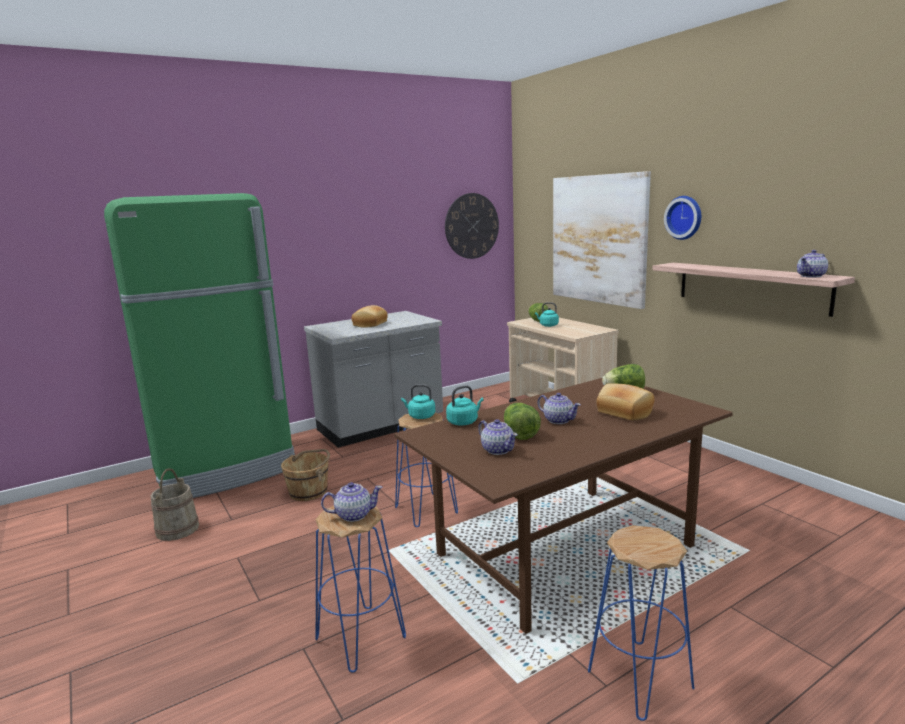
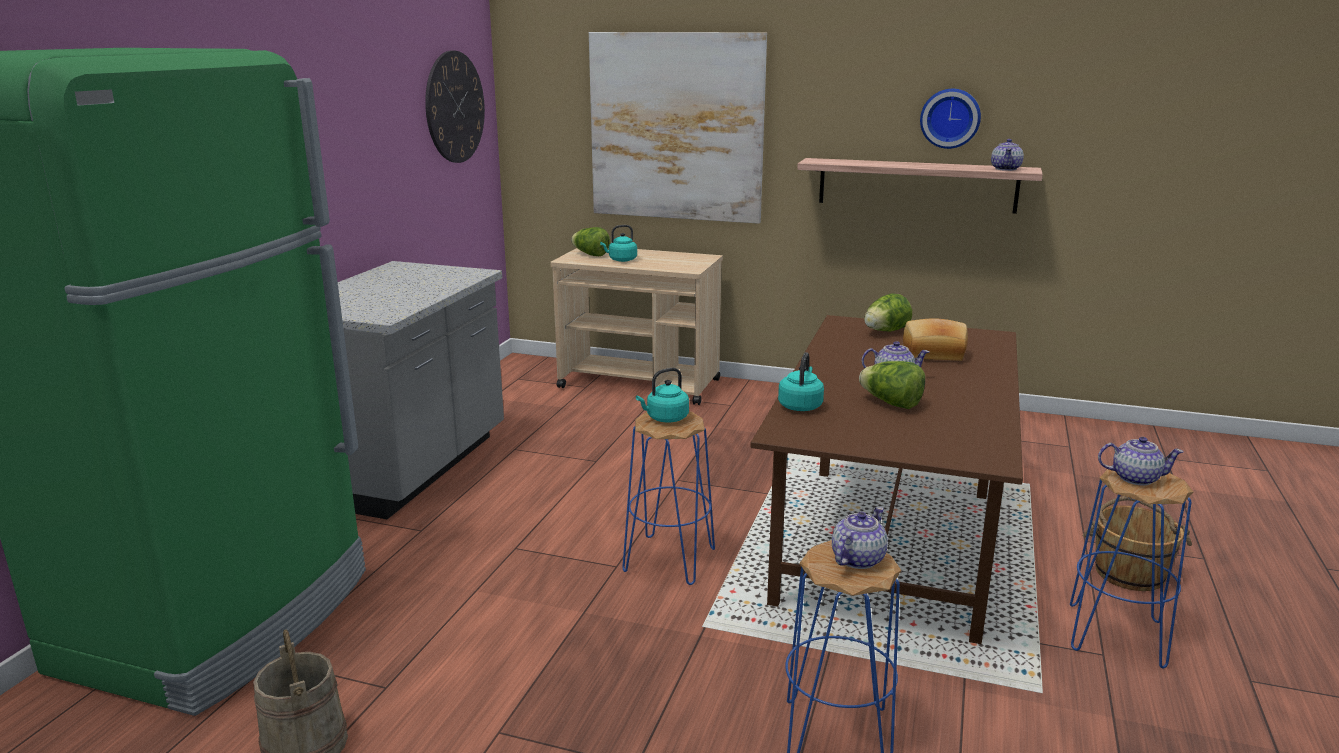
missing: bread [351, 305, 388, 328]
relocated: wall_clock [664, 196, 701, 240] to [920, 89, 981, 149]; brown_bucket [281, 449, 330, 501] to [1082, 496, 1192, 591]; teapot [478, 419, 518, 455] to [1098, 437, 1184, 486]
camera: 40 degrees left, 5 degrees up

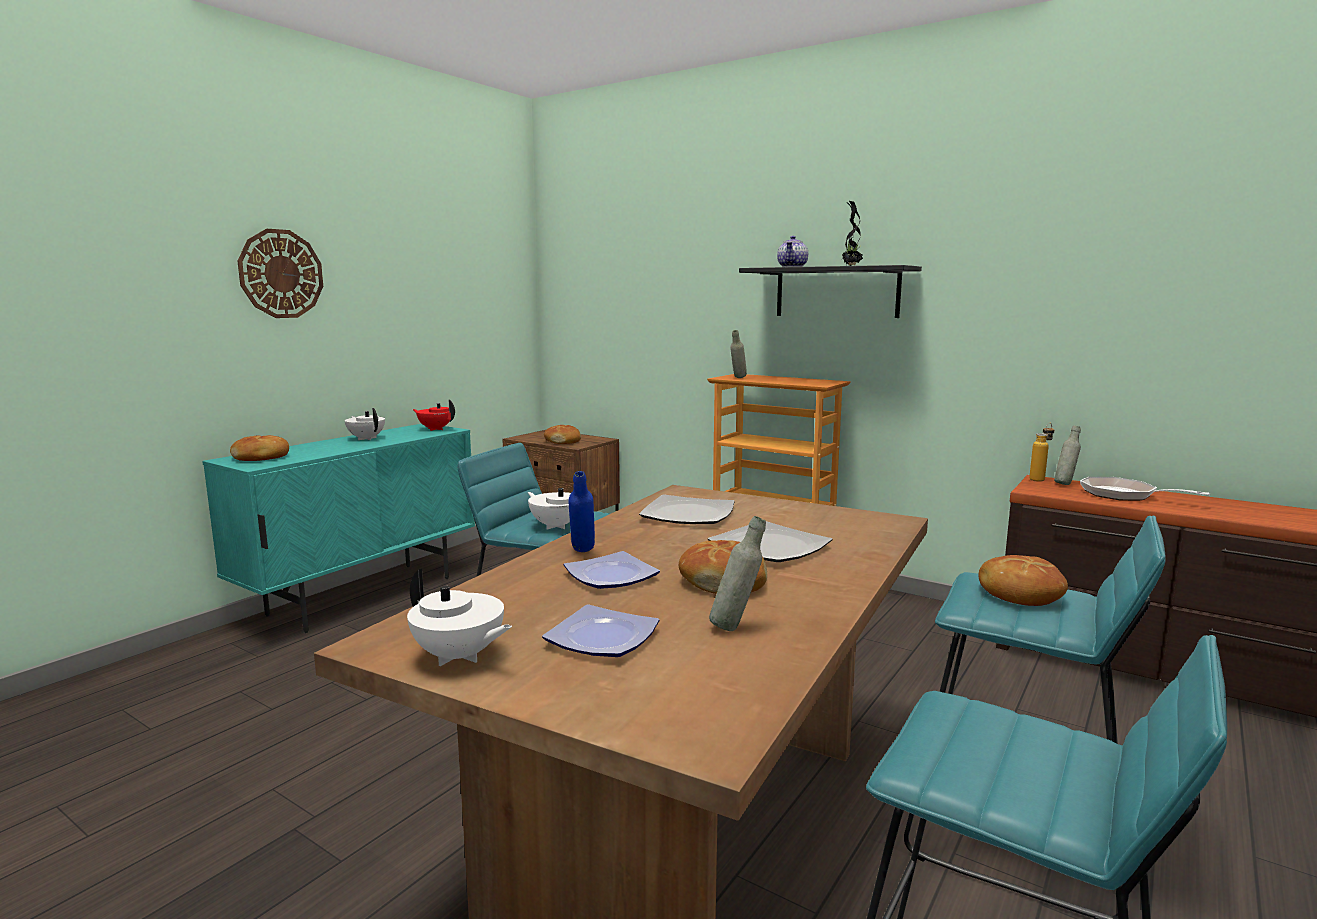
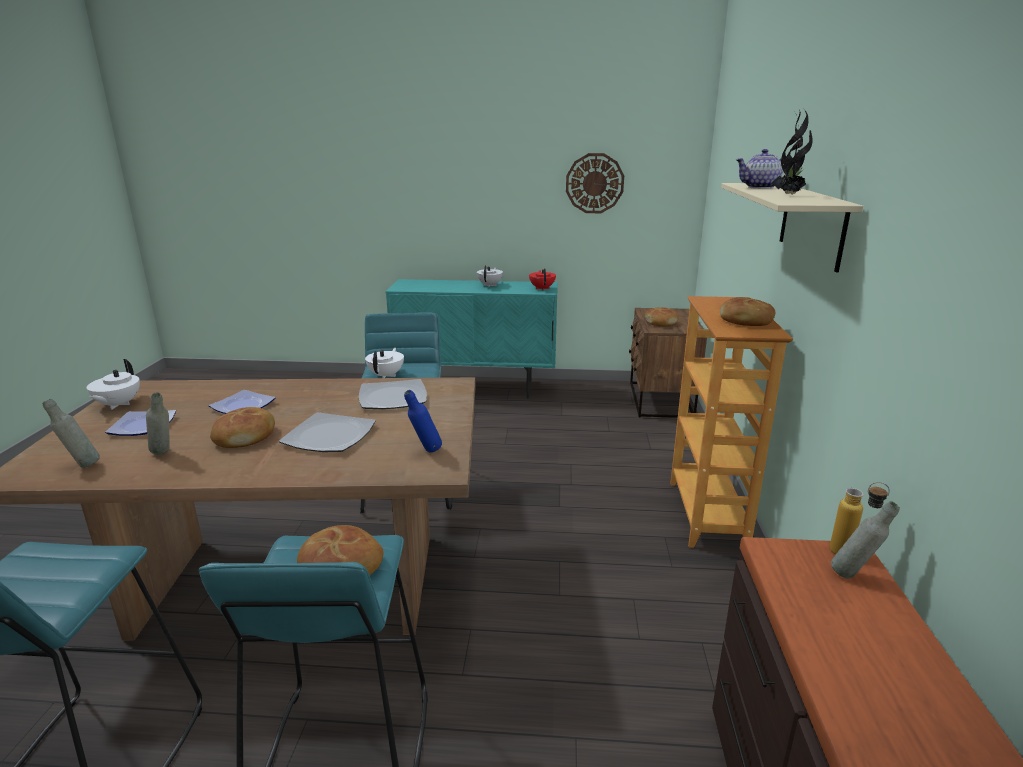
missing: frying_pan [1080, 477, 1210, 501]
relocated: grey_bottle [730, 330, 747, 378] to [42, 399, 100, 468]; blue_bottle [568, 471, 595, 552] to [404, 390, 442, 452]; wall_clock [238, 229, 323, 318] to [566, 153, 624, 213]; bread [230, 435, 289, 461] to [720, 297, 775, 326]
colour: black_shelf [739, 265, 922, 318] to beige_shelf [721, 183, 864, 273]
camera: 60 degrees right, 10 degrees up

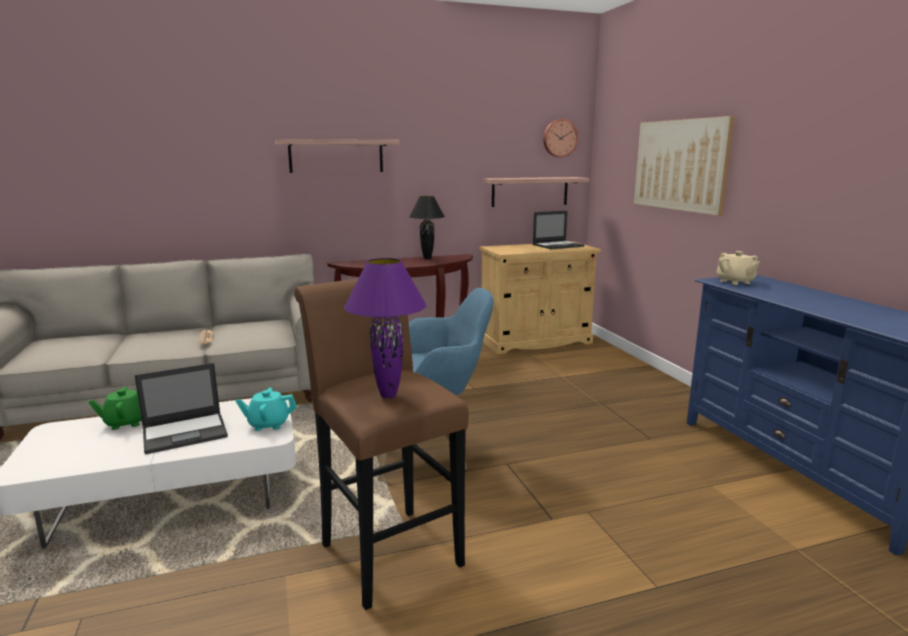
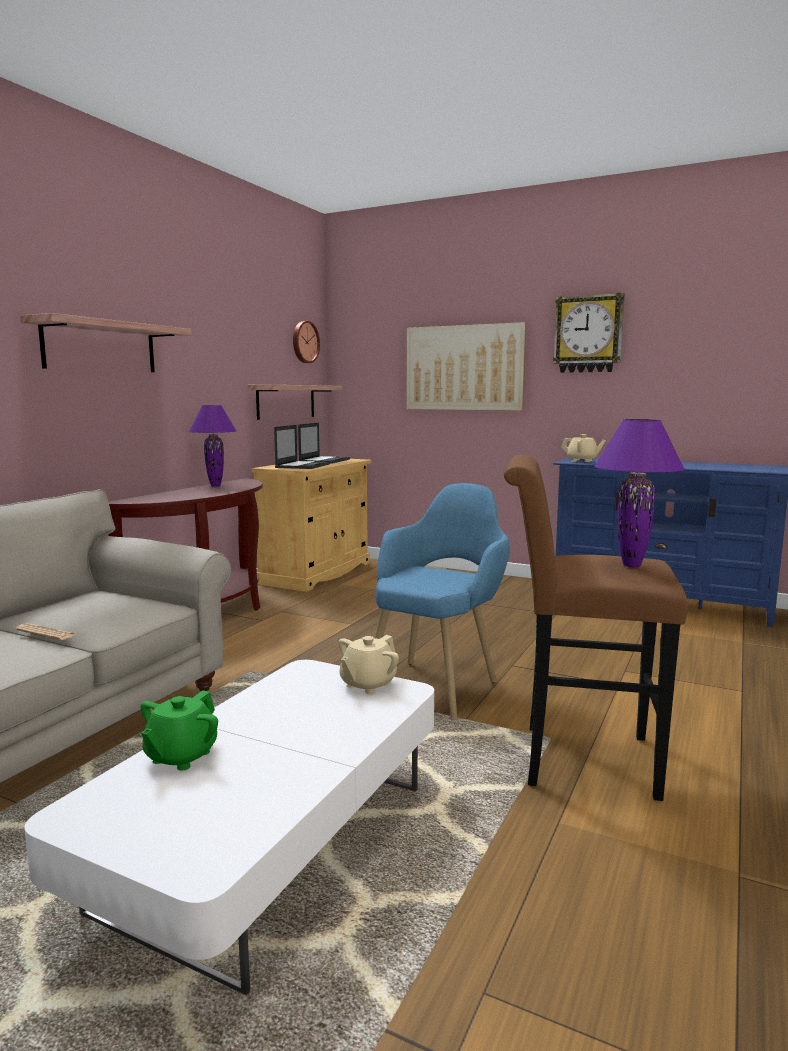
appeared: wall_clock [553, 293, 625, 373]
relocated: laptop [134, 363, 228, 454] to [274, 425, 330, 469]
colour: black_table_lamp [409, 196, 445, 259] to purple_table_lamp [189, 405, 236, 486]; turquoise_teapot [236, 388, 297, 431] to beige_teapot [339, 635, 399, 694]
camera: 45 degrees left, 5 degrees down

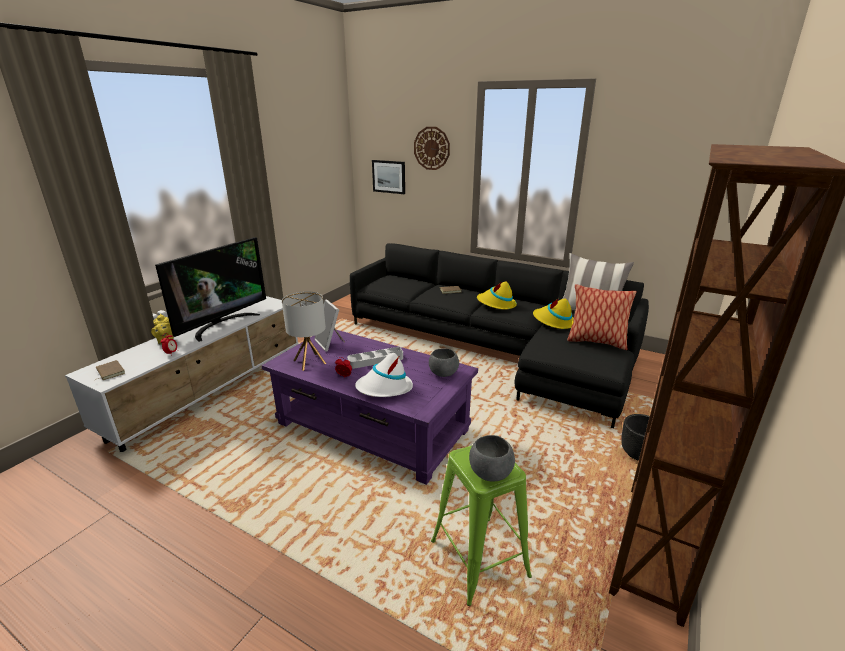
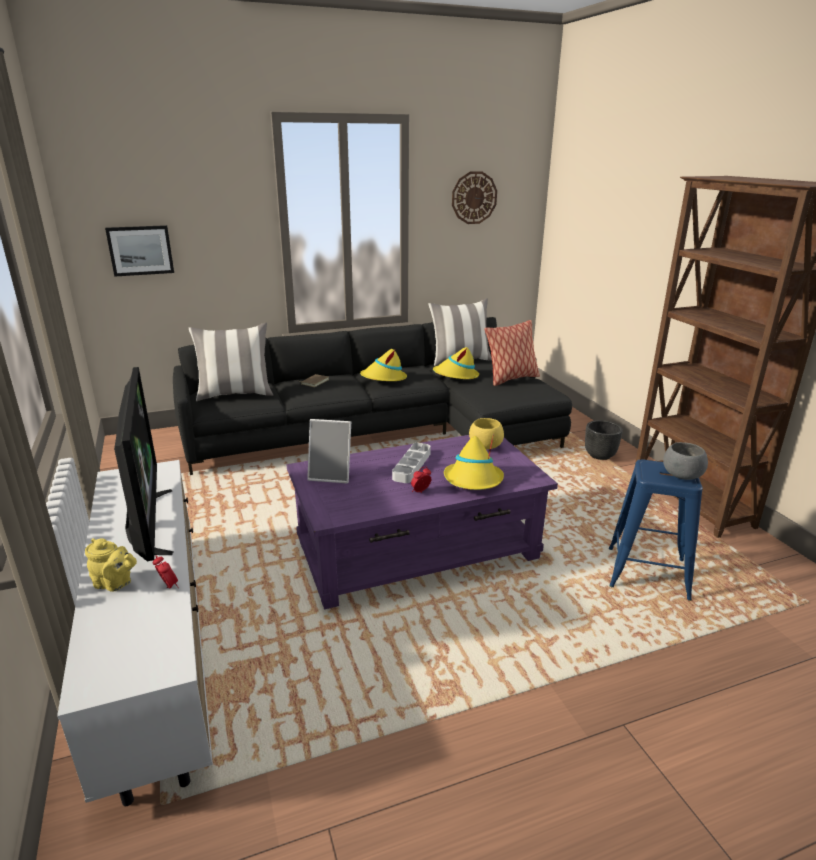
missing: brown_book [95, 360, 125, 380]; table_lamp [282, 291, 326, 371]
appeared: pillow [189, 323, 273, 401]
relocated: wall_clock [414, 127, 450, 170] to [452, 171, 497, 224]
colour: white_hat [355, 353, 413, 397] to yellow_hat [444, 433, 504, 490]; grey_bowl [429, 348, 459, 377] to yellow_bowl [469, 418, 504, 449]; green_stool [431, 446, 532, 606] to blue_stool [609, 460, 703, 601]
camera: 50 degrees left, 0 degrees up

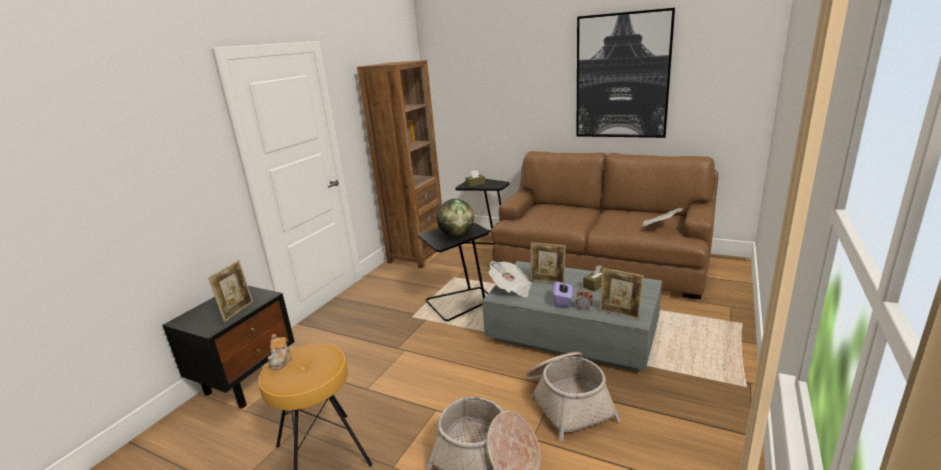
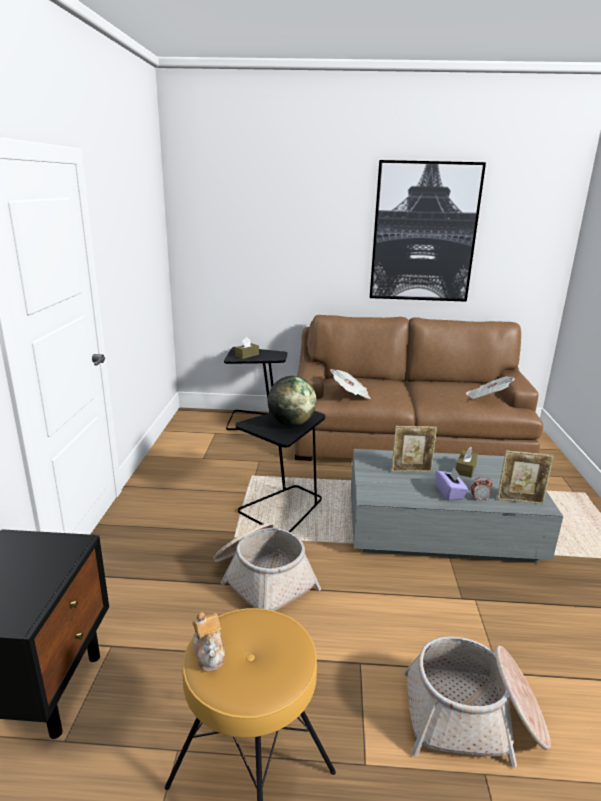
missing: picture_frame [208, 260, 253, 322]; brown_bookcase [357, 60, 442, 268]
relocated: basket [527, 352, 621, 442] to [213, 522, 321, 611]; newspaper [488, 261, 532, 297] to [330, 369, 370, 399]
camera: 25 degrees left, 0 degrees up

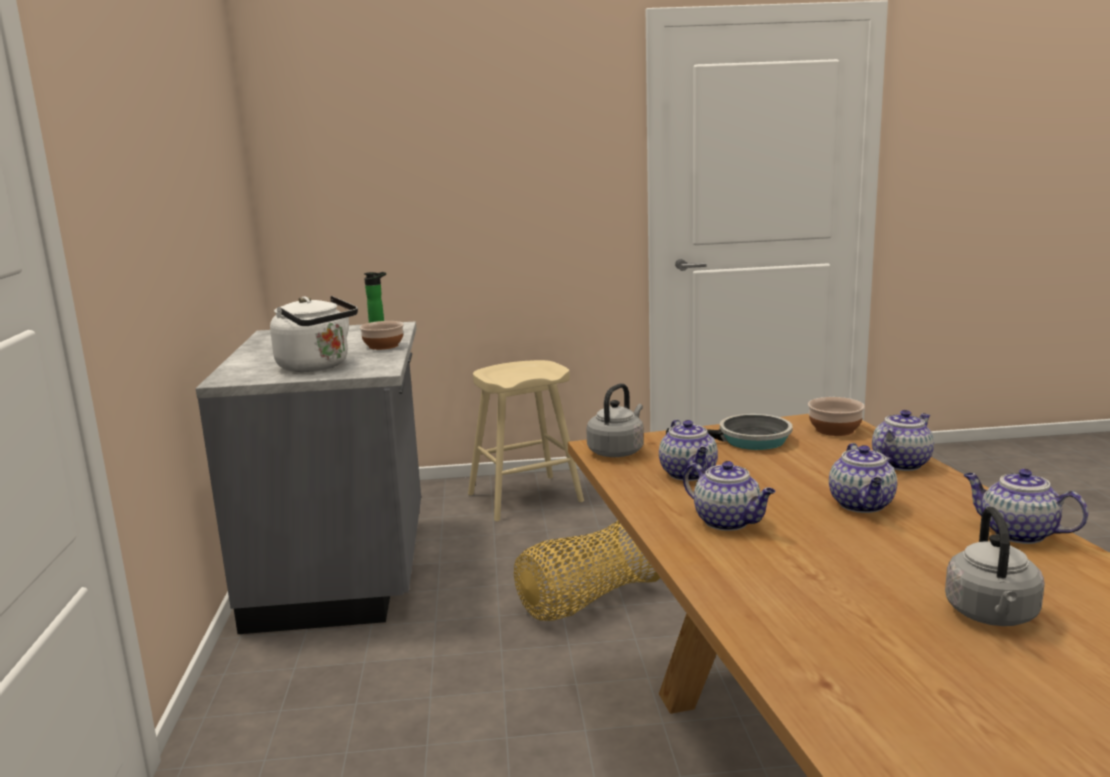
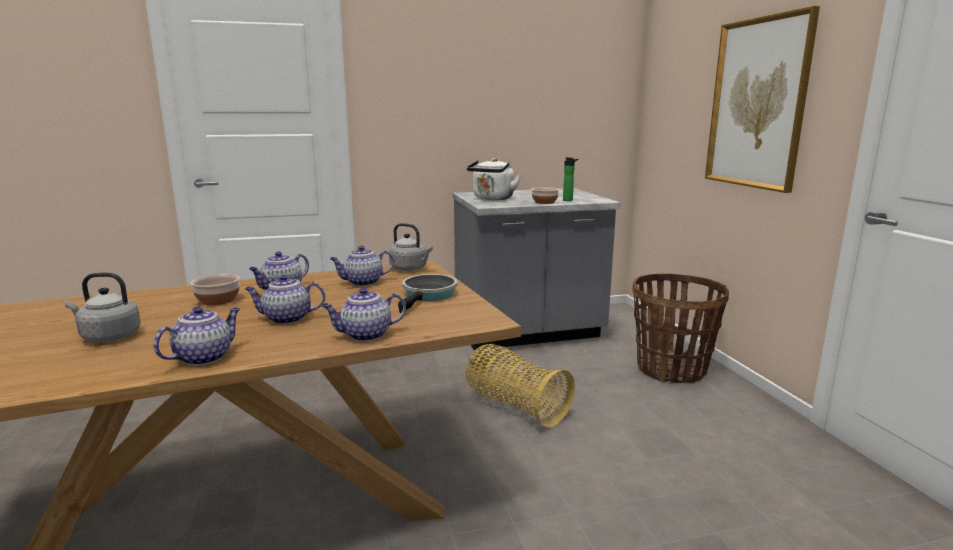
appeared: picture [705, 6, 820, 193]
relocated: bowl [808, 397, 865, 436] to [191, 274, 240, 305]
exchanged: beige_stool [468, 360, 584, 521] to basket [633, 273, 729, 383]
spun: teapot [872, 410, 934, 471] = [322, 288, 406, 341] 120 degrees clockwise; frying_pan [666, 414, 793, 450] = [398, 274, 457, 313] 150 degrees counterclockwise
camera: 80 degrees right, 0 degrees up

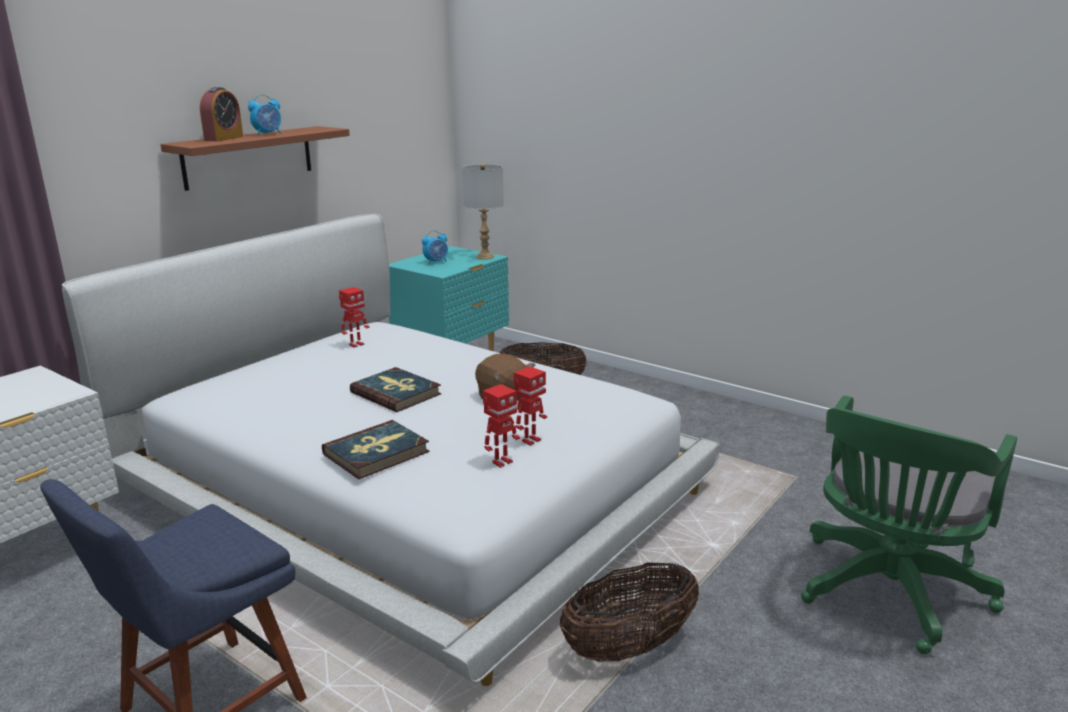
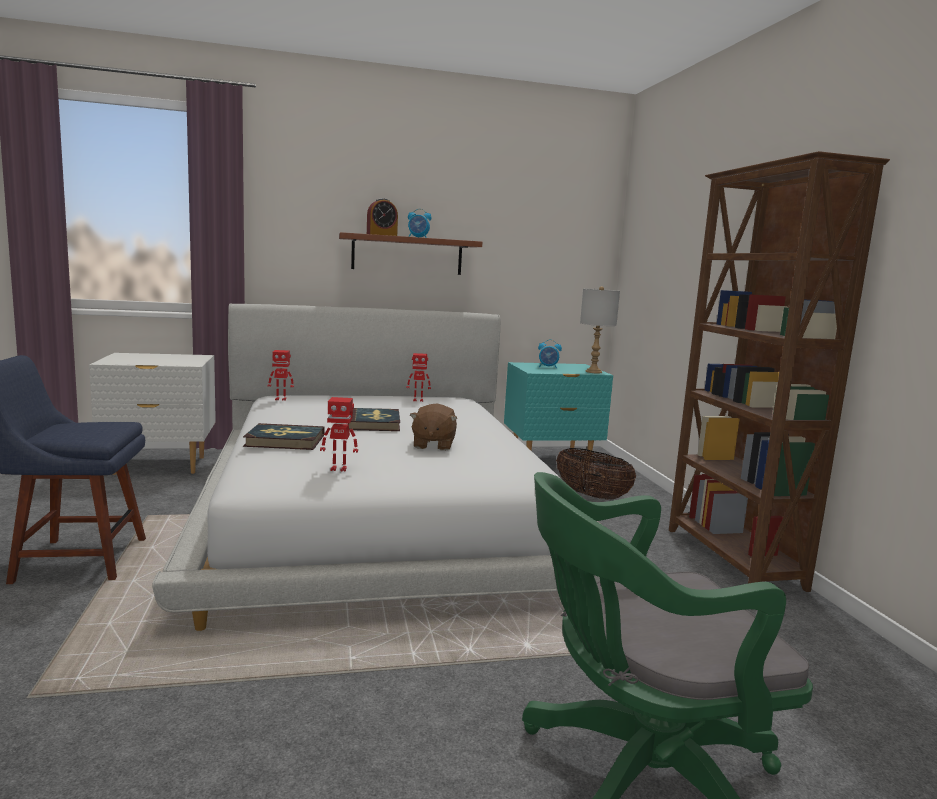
missing: basket [560, 562, 699, 662]
appeared: brown_bookcase [669, 151, 890, 592]
relocated: toy_robot [514, 366, 547, 446] to [267, 350, 294, 401]
camera: 40 degrees right, 10 degrees down

